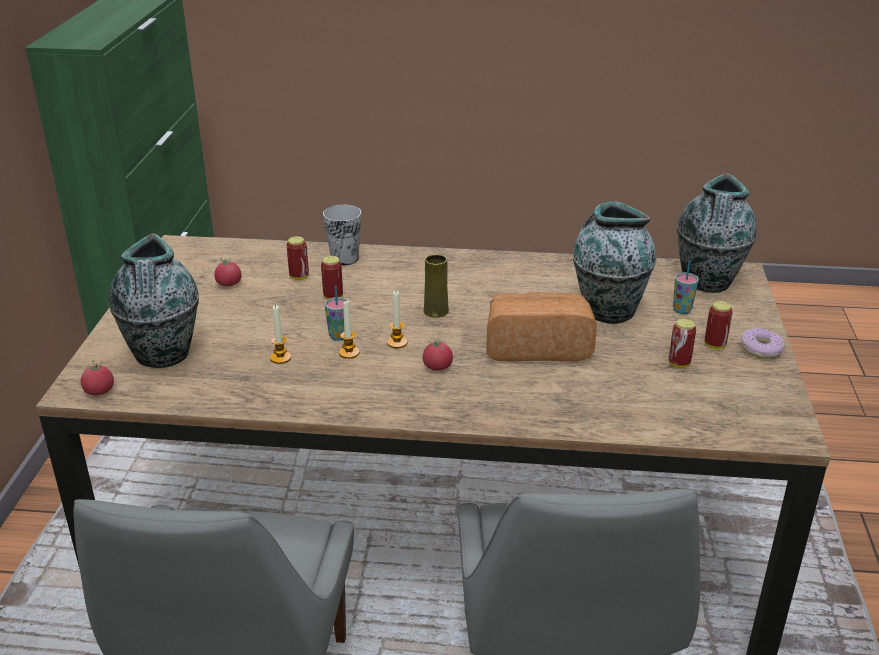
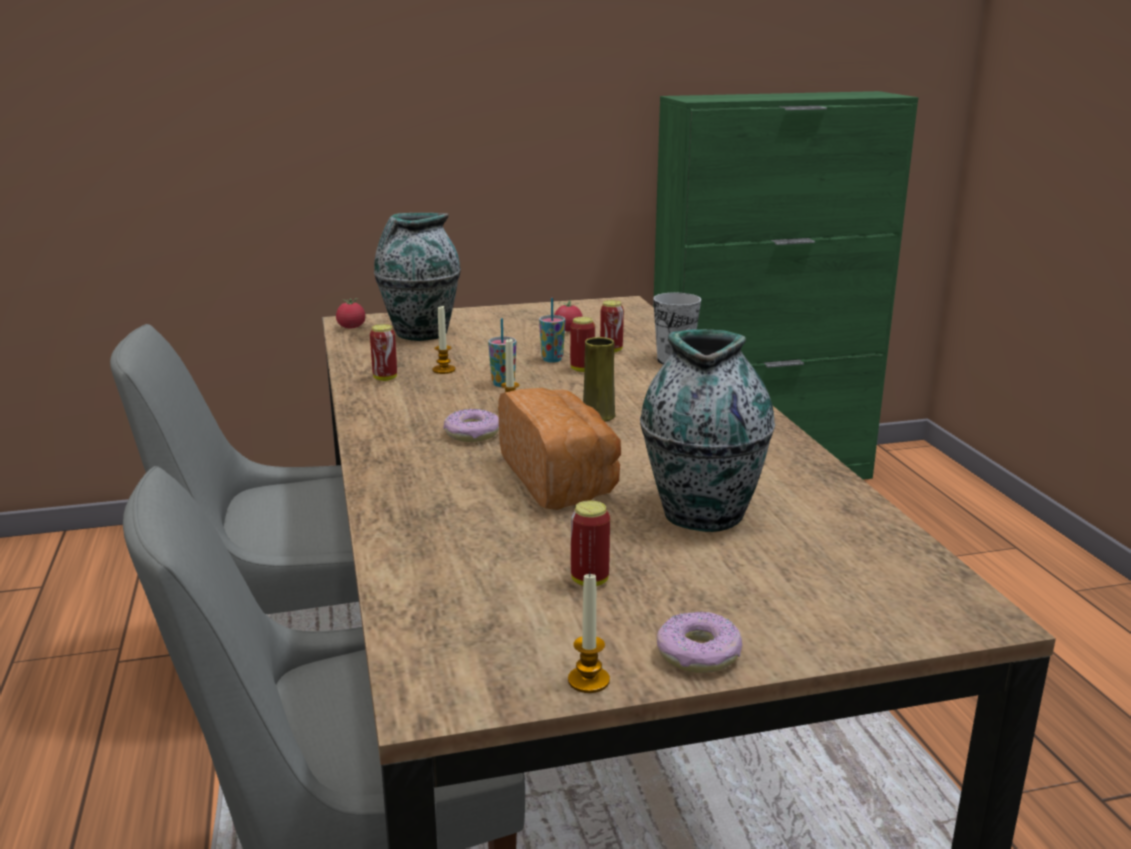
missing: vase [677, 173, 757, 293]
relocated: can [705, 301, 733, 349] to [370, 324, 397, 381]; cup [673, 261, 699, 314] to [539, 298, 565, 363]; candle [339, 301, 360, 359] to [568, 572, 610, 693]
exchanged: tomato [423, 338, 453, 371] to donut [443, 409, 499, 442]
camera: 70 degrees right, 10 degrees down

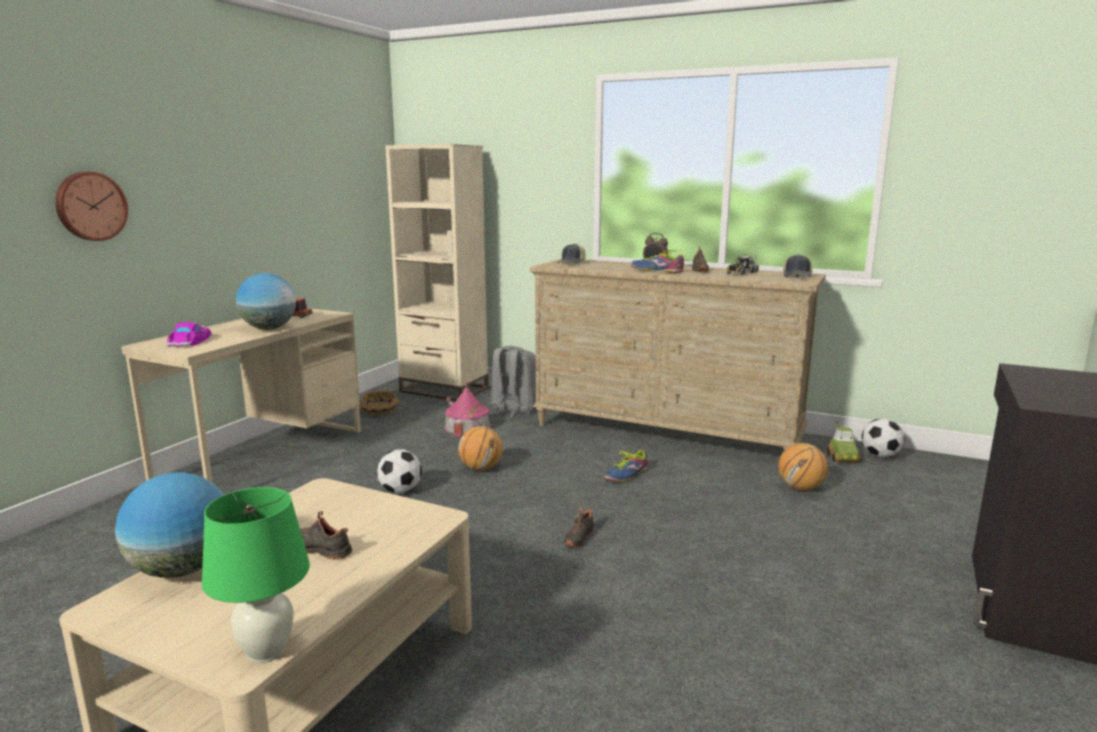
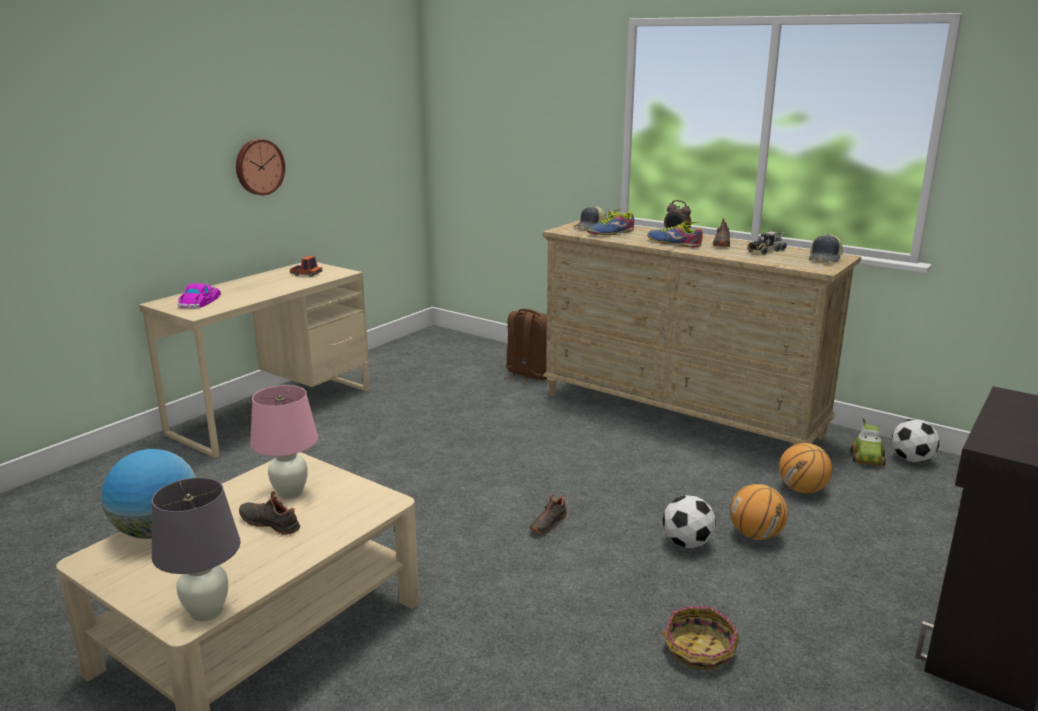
missing: globe [236, 273, 296, 329]; beige_bookcase [385, 144, 489, 401]; toy_house [444, 382, 492, 437]
appeared: pink_table_lamp [250, 385, 318, 499]
relocated: wall_clock [55, 172, 128, 241] to [236, 139, 285, 195]; shoe [604, 446, 648, 482] to [587, 208, 634, 235]; football [377, 449, 422, 493] to [662, 495, 716, 548]; basket [360, 391, 399, 416] to [663, 606, 739, 676]; basketball [458, 426, 502, 471] to [730, 484, 788, 540]
colour: green_table_lamp [202, 487, 310, 663] to grey_table_lamp [152, 478, 240, 621]; grey_backpack [491, 346, 537, 417] to brown_backpack [504, 309, 547, 384]
camera: 10 degrees right, 5 degrees up

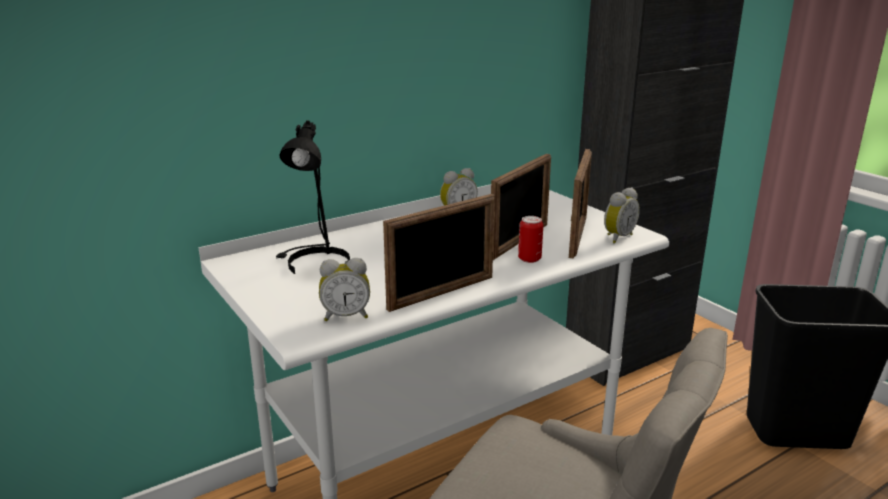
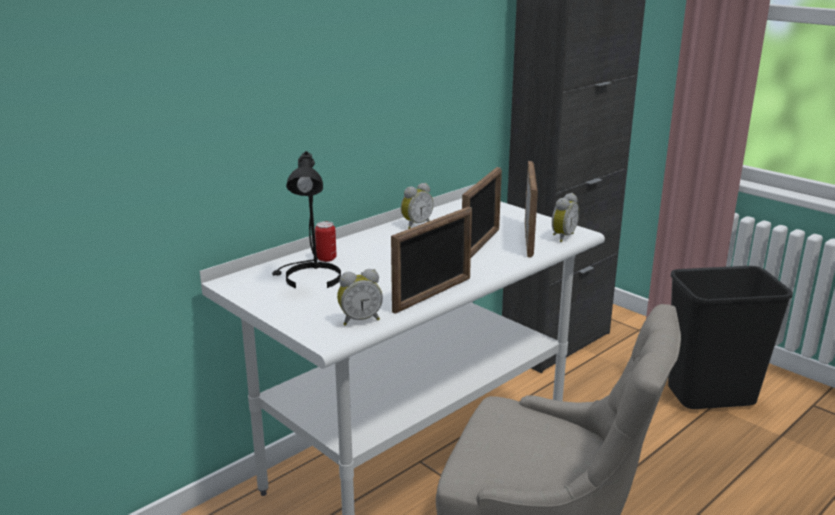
relocated: can [518, 216, 543, 263] to [315, 221, 337, 262]
camera: 10 degrees left, 0 degrees up

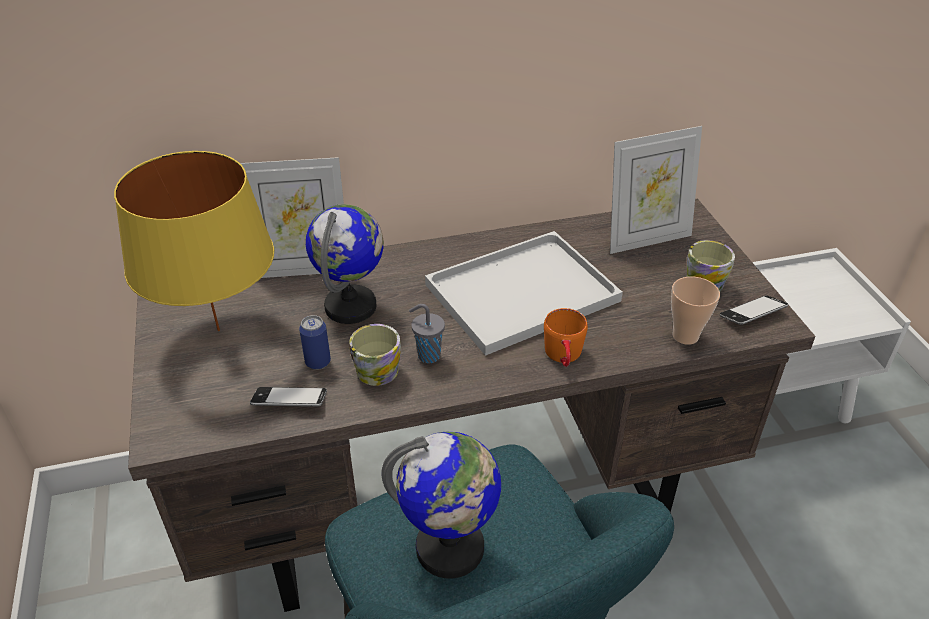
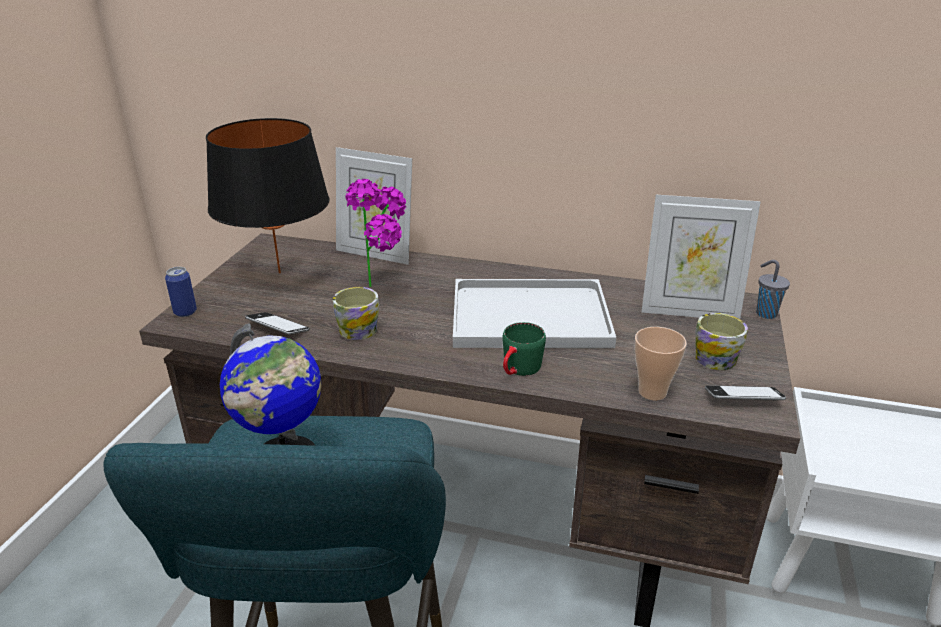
relocated: can [299, 315, 331, 370] to [165, 267, 197, 317]; grey_cup [409, 304, 445, 363] to [756, 260, 790, 319]
exchanged: globe [306, 204, 384, 324] to potted_plant [345, 179, 406, 287]
colour: yellow_table_lamp [114, 151, 274, 331] to black_table_lamp [206, 118, 330, 273]; orange_mug [544, 308, 588, 367] to green_mug [503, 322, 546, 376]
camera: 30 degrees right, 10 degrees down

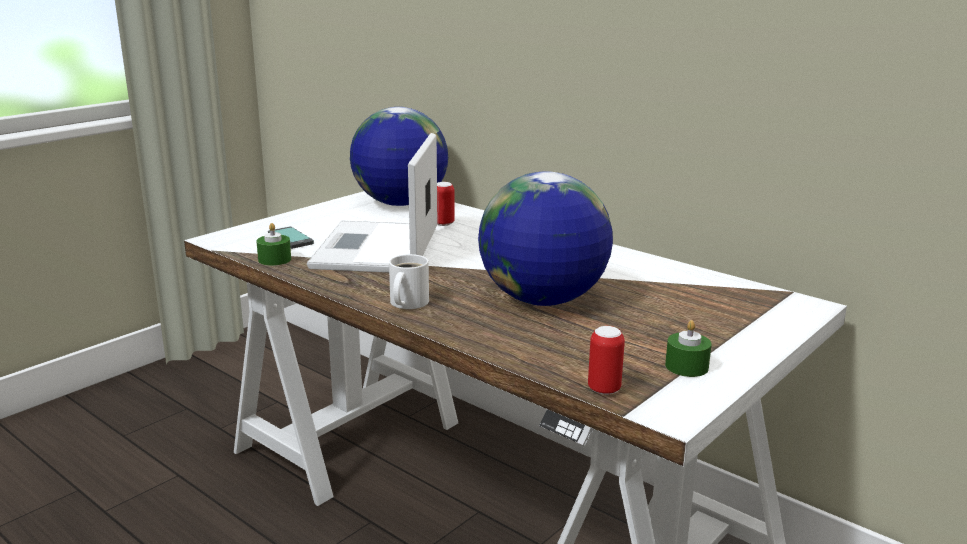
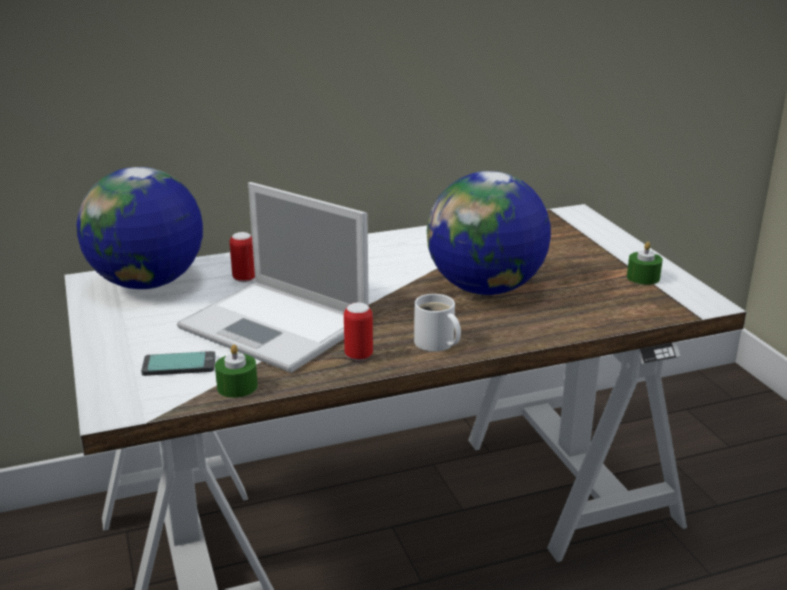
relocated: can [588, 326, 625, 395] to [344, 302, 373, 361]
camera: 60 degrees left, 5 degrees up

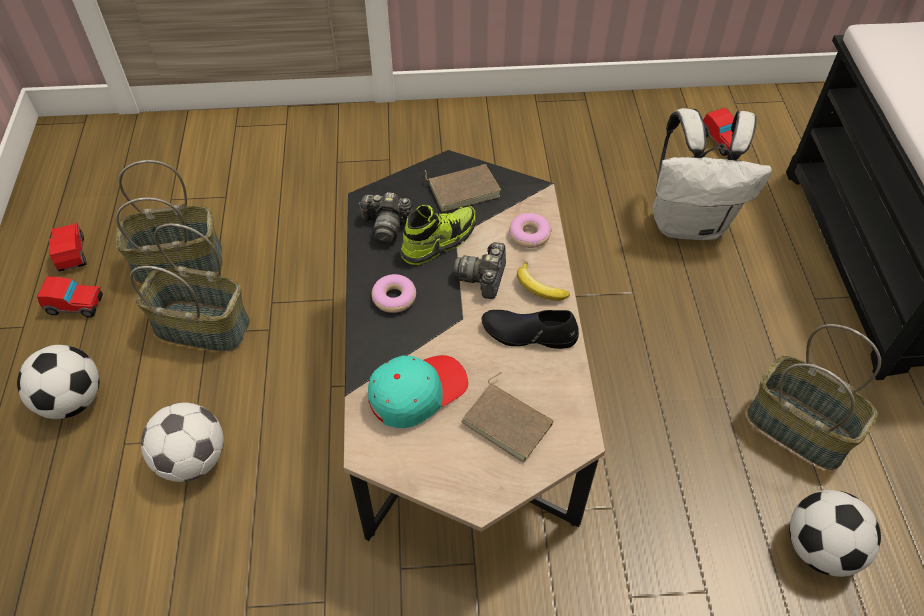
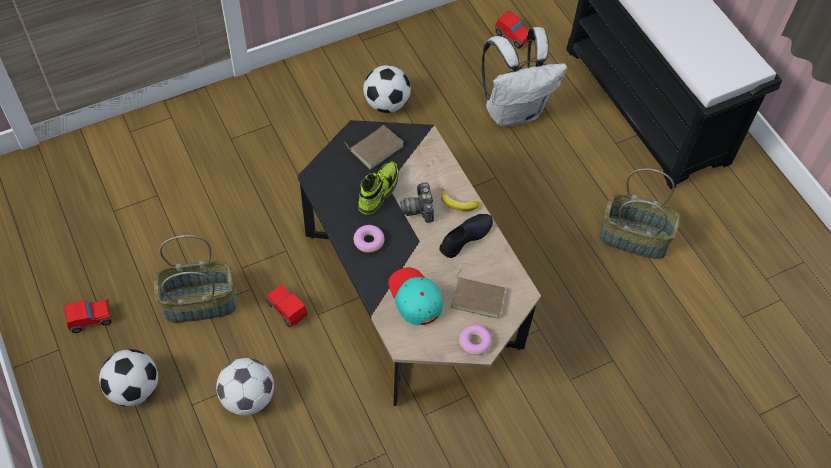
missing: basket [116, 160, 223, 284]; photo_camera [358, 192, 413, 244]
relocated: toy_car [49, 223, 87, 271] to [265, 283, 308, 327]; football [789, 490, 881, 577] to [363, 65, 411, 113]; donut [509, 213, 552, 248] to [459, 325, 492, 355]
spun: turquoise_cap [368, 355, 468, 428] = [388, 267, 443, 326] 60 degrees counterclockwise; black_shoe [481, 310, 579, 349] = [439, 214, 493, 258] 150 degrees clockwise
camera: 25 degrees left, 5 degrees up

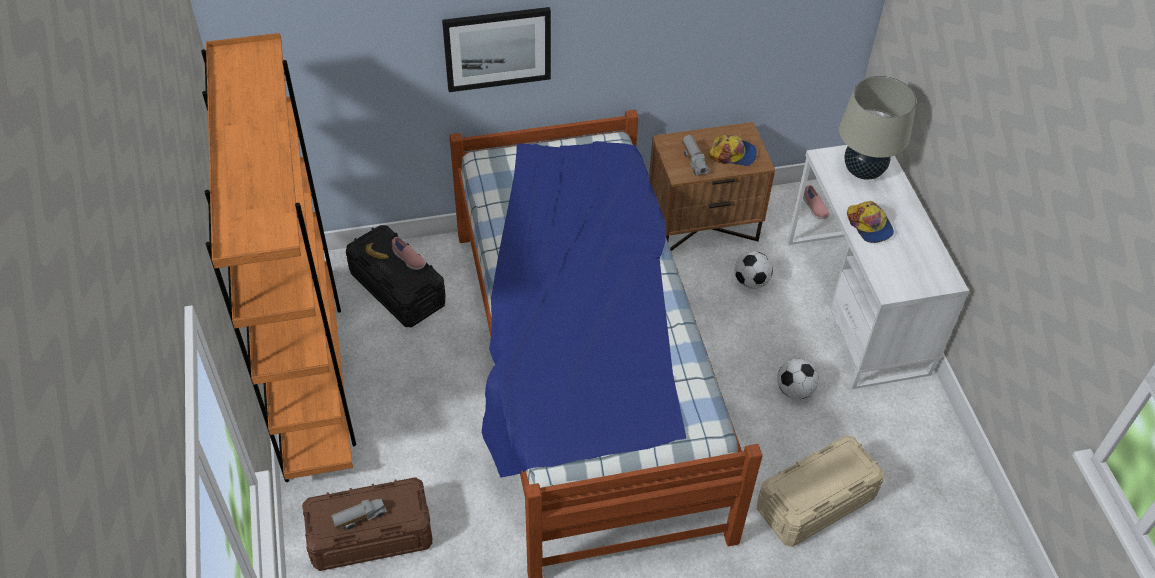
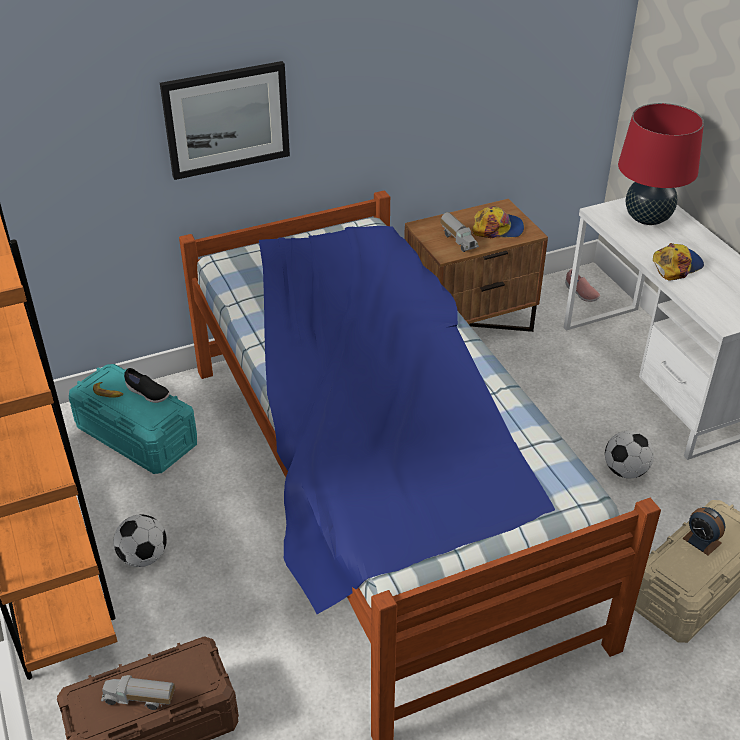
appeared: alarm_clock [682, 507, 725, 556]
relocated: football [735, 251, 773, 289] to [113, 514, 167, 567]
colour: black_storage_box [346, 225, 446, 327] to turquoise_storage_box [69, 364, 197, 474]; pink_shoe [392, 237, 426, 270] to black_shoe [124, 368, 170, 403]; beige_table_lamp [839, 76, 917, 180] to red_table_lamp [618, 103, 704, 225]
spun: toy_truck [331, 498, 387, 529] = [101, 675, 175, 710] 135 degrees counterclockwise; cap [847, 201, 894, 243] = [653, 243, 704, 280] 90 degrees counterclockwise
camera: 10 degrees left, 10 degrees down

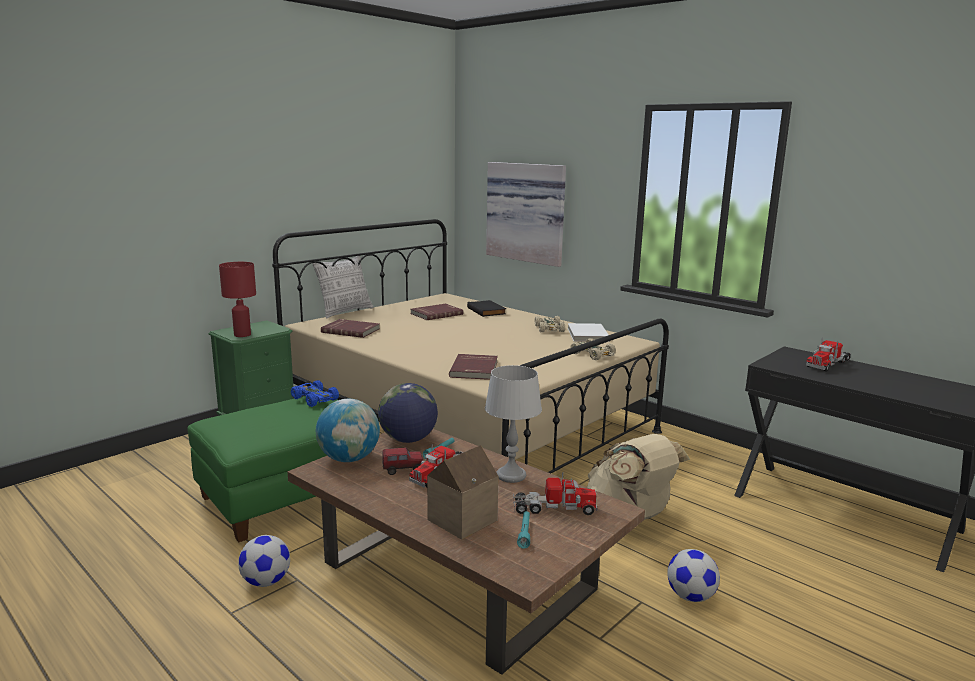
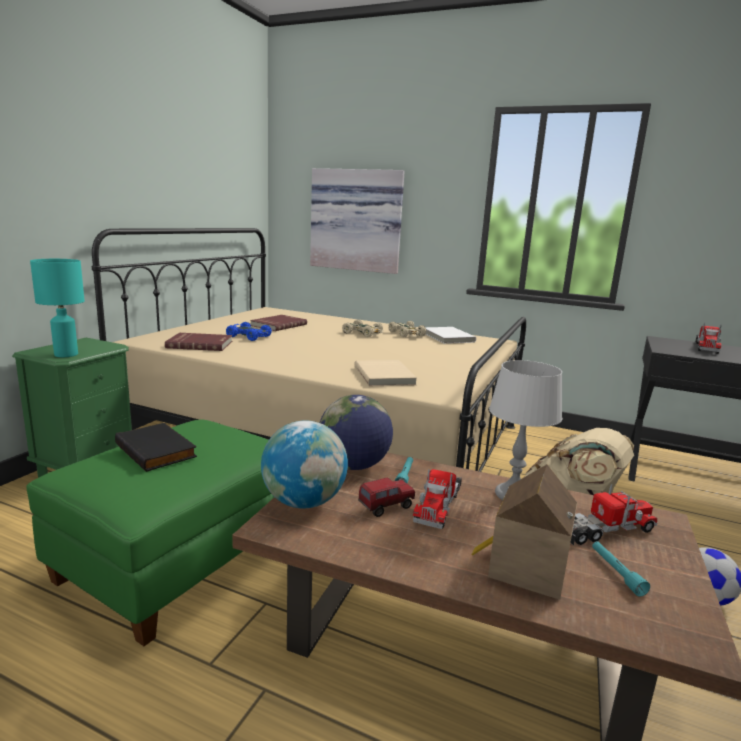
missing: football [238, 535, 290, 587]; pillow [312, 256, 373, 319]
relocated: black_book [467, 300, 506, 317] to [115, 423, 197, 472]; blue_toy_car [291, 380, 339, 407] to [226, 322, 272, 341]; beige_toy_car [570, 338, 616, 360] to [342, 320, 384, 337]
colour: red_table_lamp [219, 262, 256, 337] to turquoise_table_lamp [30, 259, 85, 357]; red_book [449, 354, 498, 380] to beige_book [354, 360, 417, 386]
camera: 20 degrees left, 0 degrees up

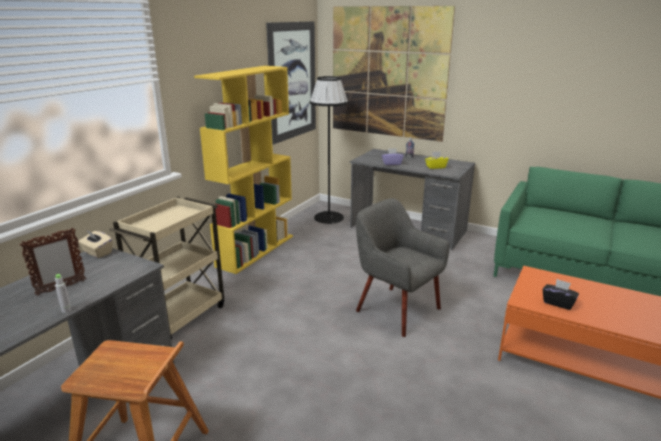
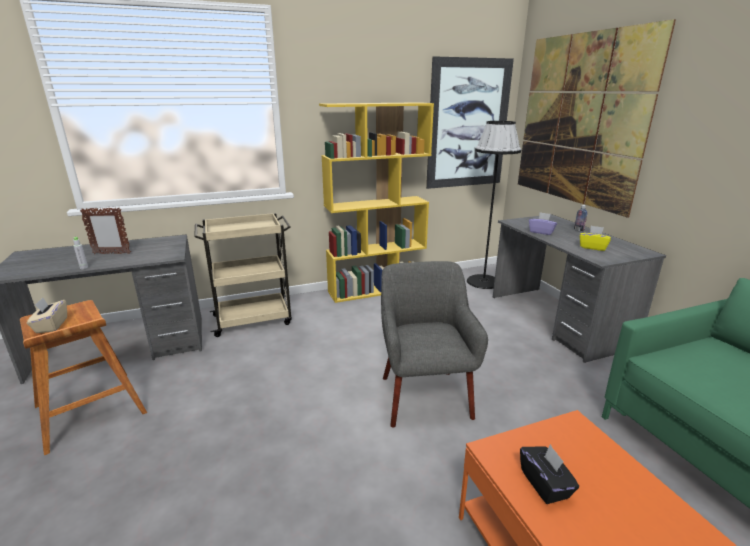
relocated: beige_tissue_box [78, 231, 112, 258] to [27, 298, 67, 333]
camera: 40 degrees right, 0 degrees up

